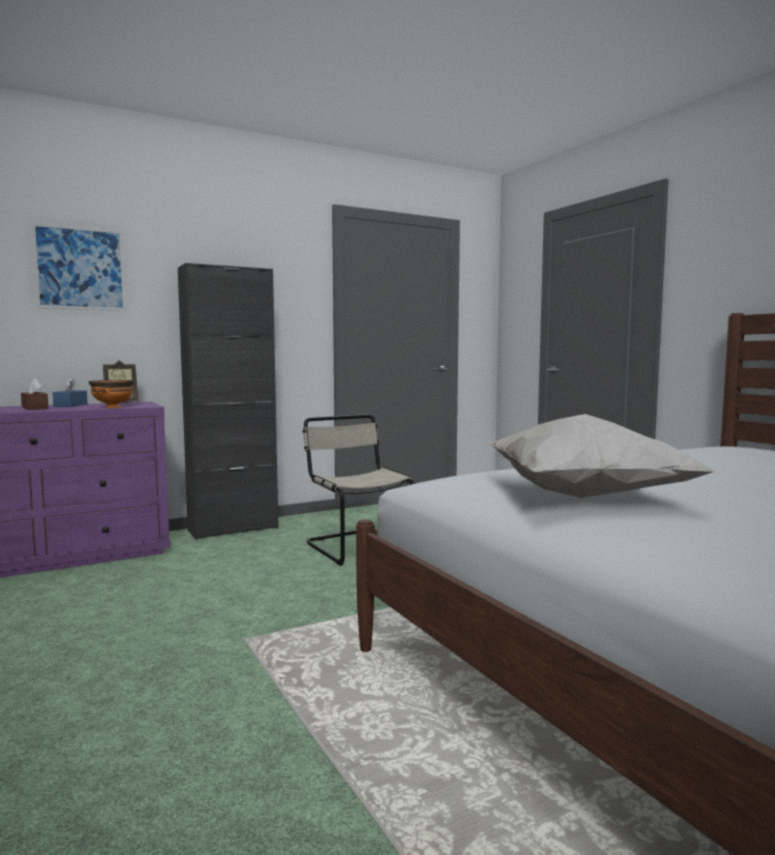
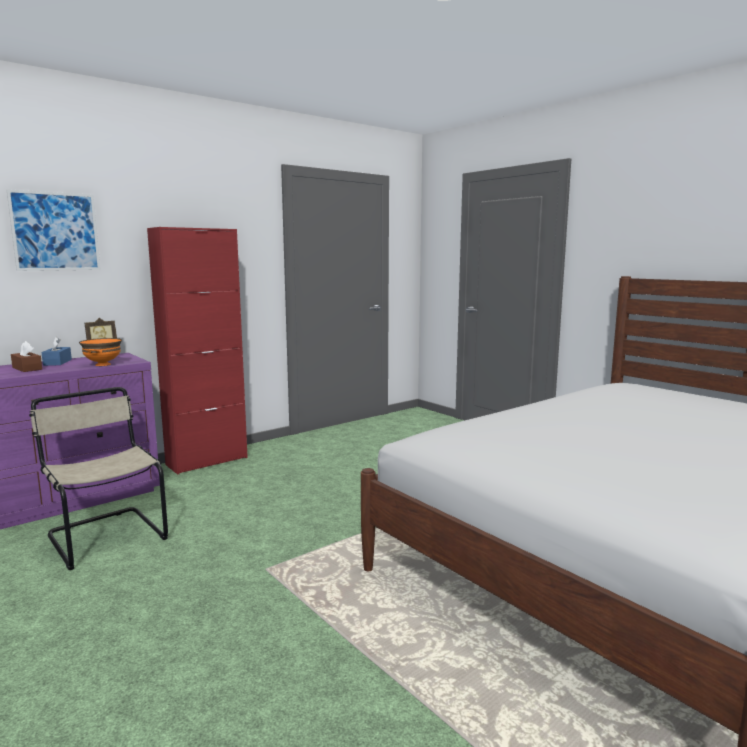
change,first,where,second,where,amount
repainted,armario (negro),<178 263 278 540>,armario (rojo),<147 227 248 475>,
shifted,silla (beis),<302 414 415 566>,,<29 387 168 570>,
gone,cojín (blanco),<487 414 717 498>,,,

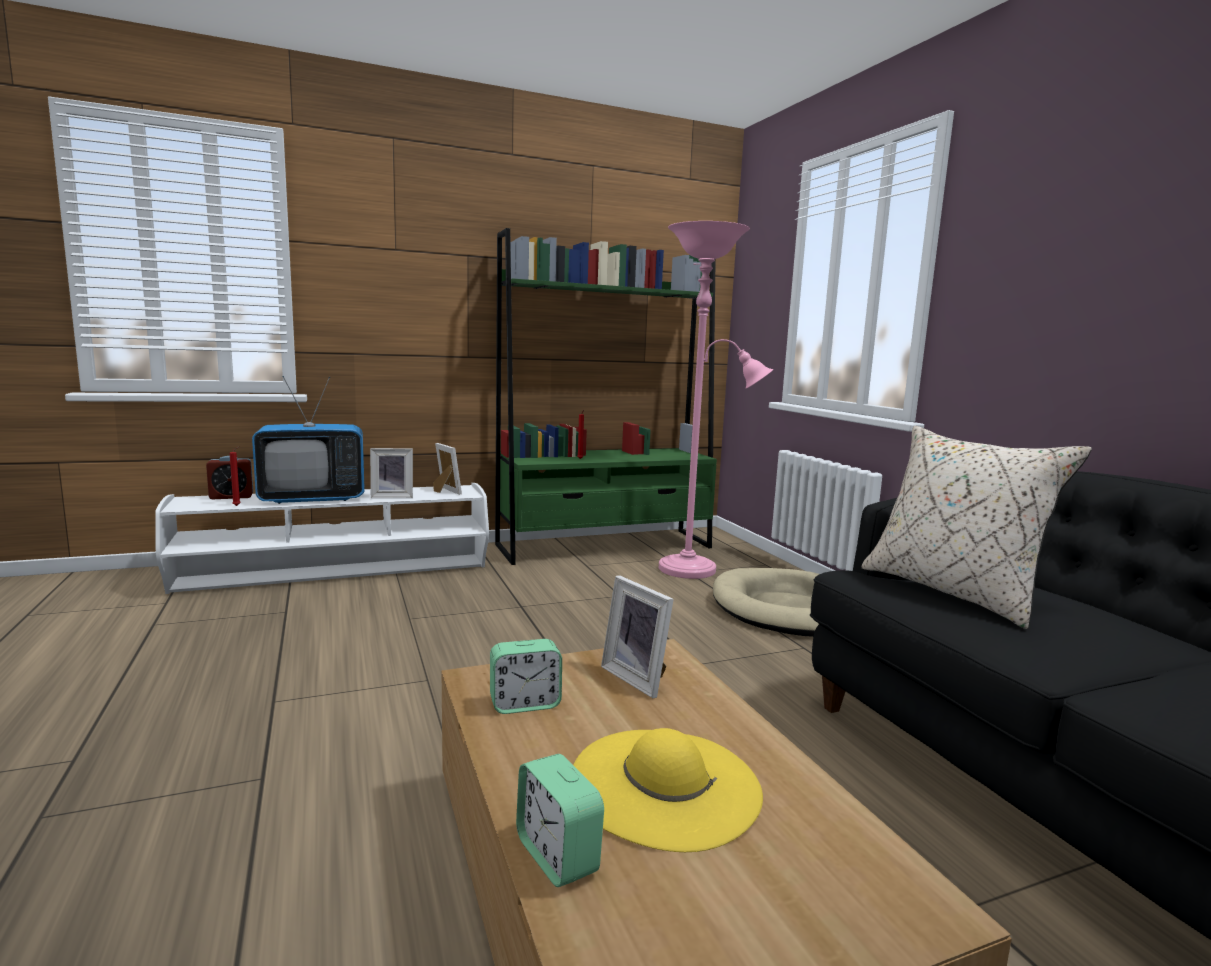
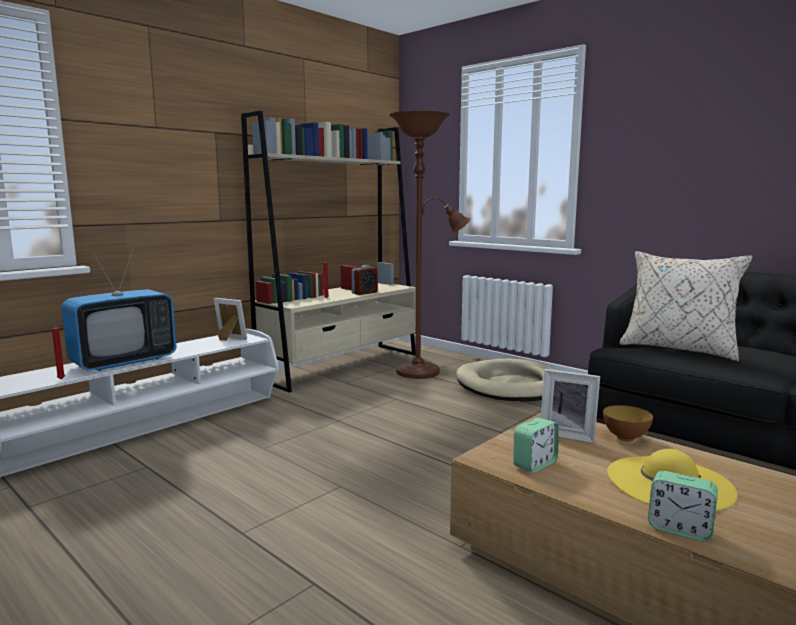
change,first,where,second,where,amount
shifted,despertador,<206 456 253 499>,,<352 265 378 295>,
gone,portarretratos,<370 448 413 498>,,,
repainted,estantería (verde),<495 228 717 565>,estantería (beis),<241 110 416 393>,
repainted,lámpara de pie (rosa),<659 221 773 579>,lámpara de pie (marrón),<389 110 470 379>,
new,,,cuenco,<603 405 653 442>,

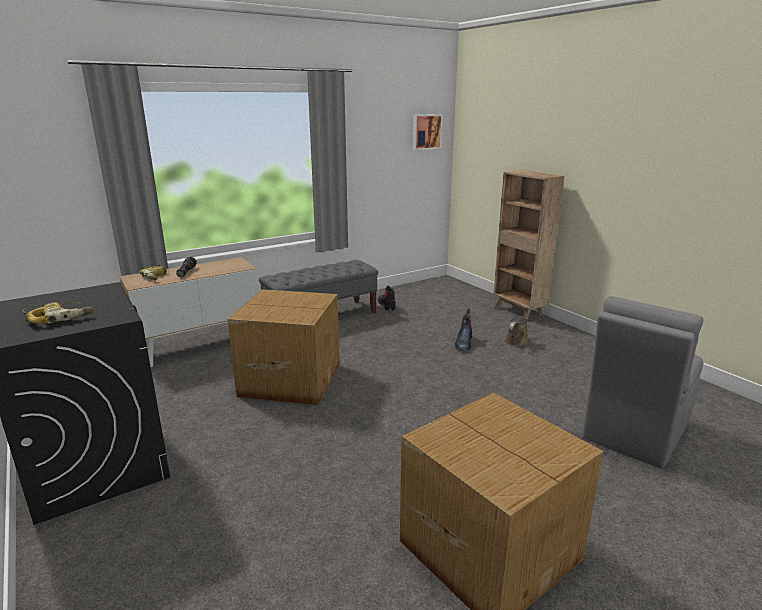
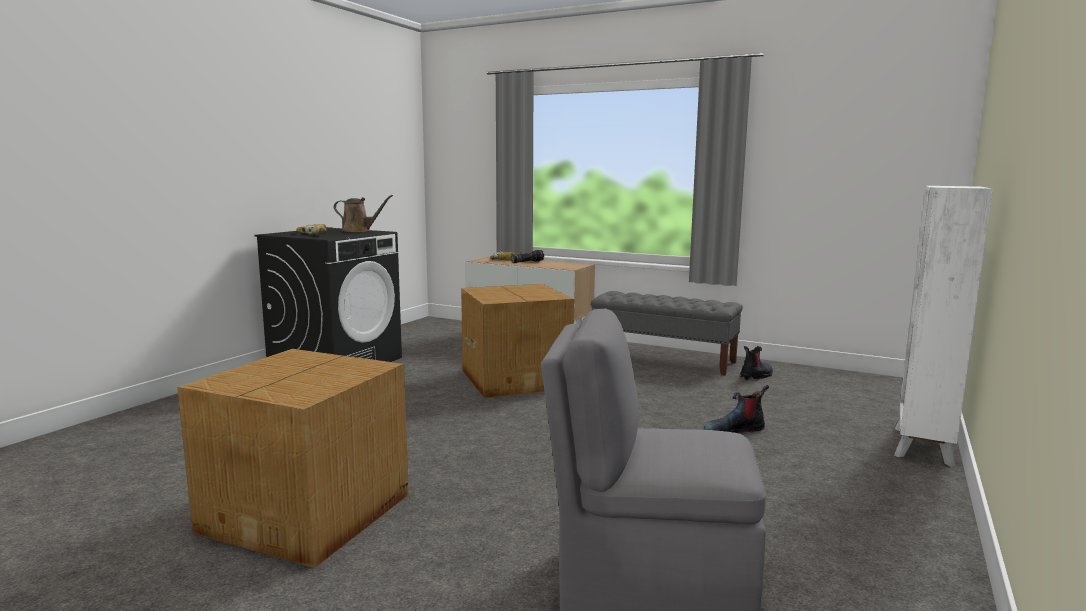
change,first,where,second,where,amount
gone,cuadro,<413 114 443 150>,,,
repainted,estantería (marrón),<493 170 564 318>,estantería (blanco),<894 186 993 467>,
shifted,regadera (marrón),<504 304 534 347>,,<333 195 393 232>,

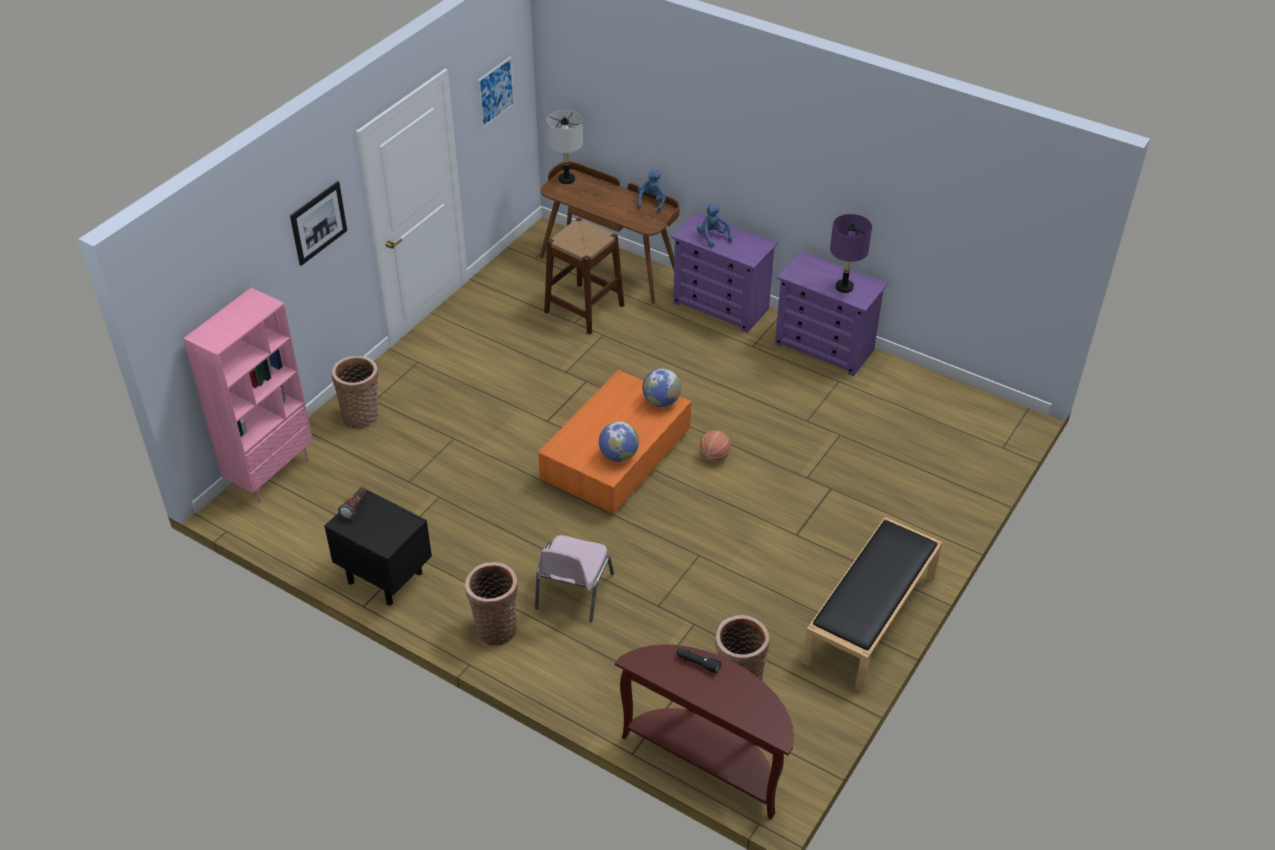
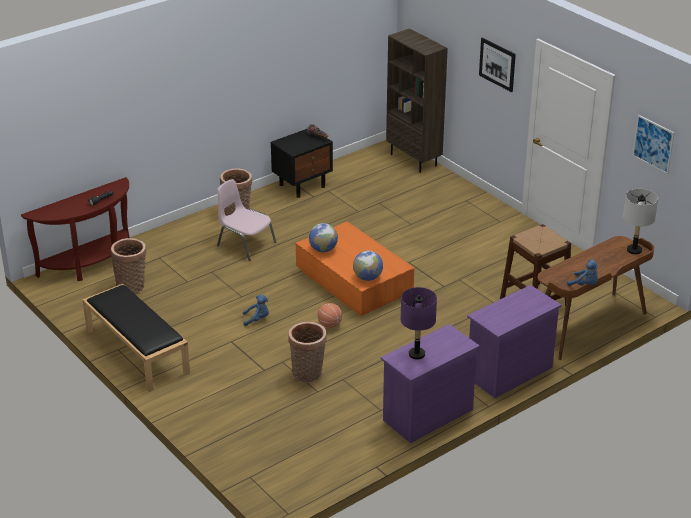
change,first,where,second,where,amount
repainted,estantería (rosa),<183 288 313 503>,estantería (marrón),<386 28 448 173>,
shifted,cesta,<332 356 378 429>,,<288 322 327 383>,
shifted,peluche (azul),<697 204 732 247>,,<243 295 269 326>,

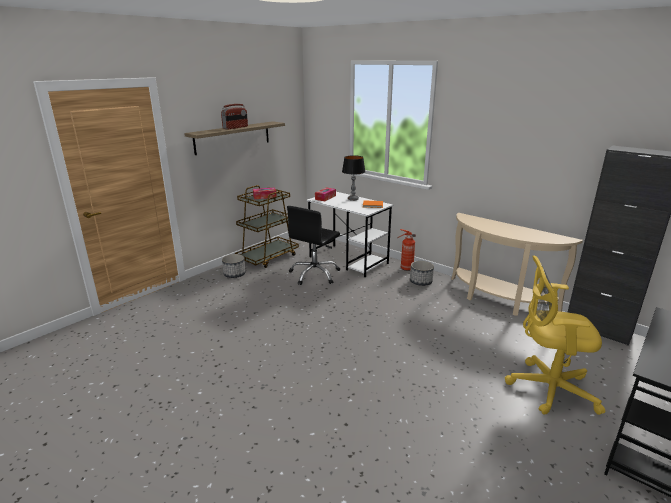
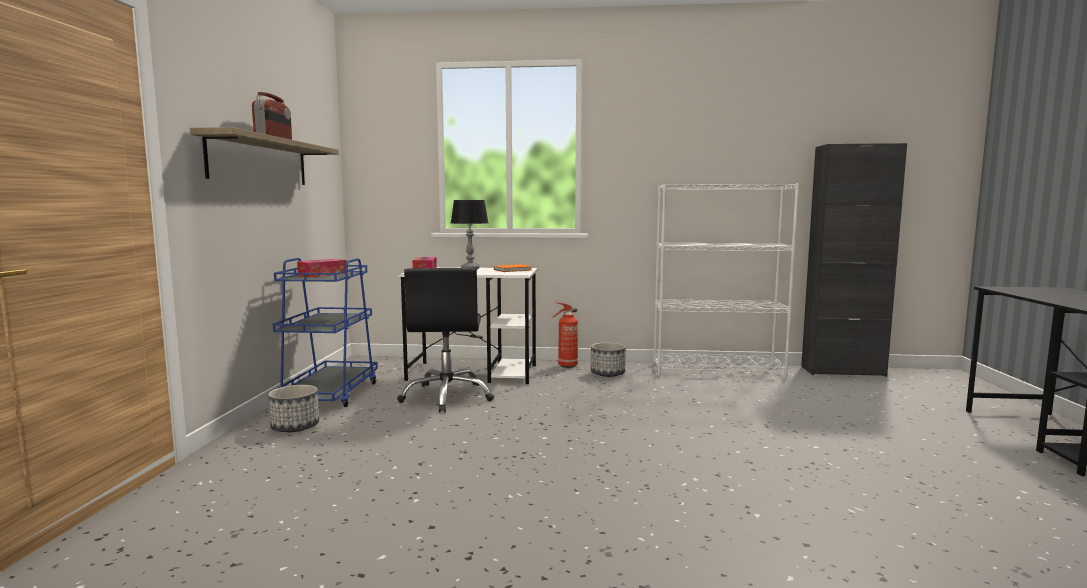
change,first,where,second,where,amount
repainted,carrito (marrón),<235 185 299 268>,carrito (azul),<273 258 378 407>,
swapped,mesa consola (beis),<451 213 583 316>,estantería (blanco),<653 183 799 379>,
gone,silla de oficina (amarillo),<505 255 605 415>,,,

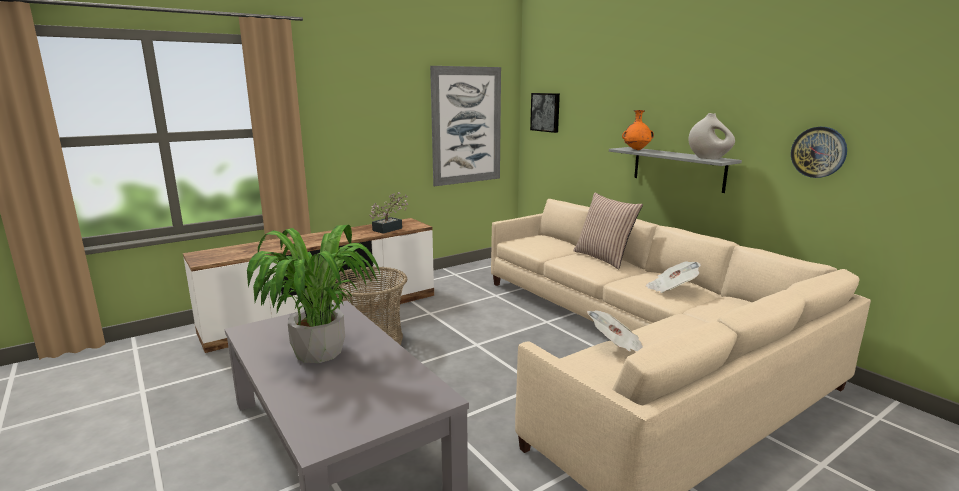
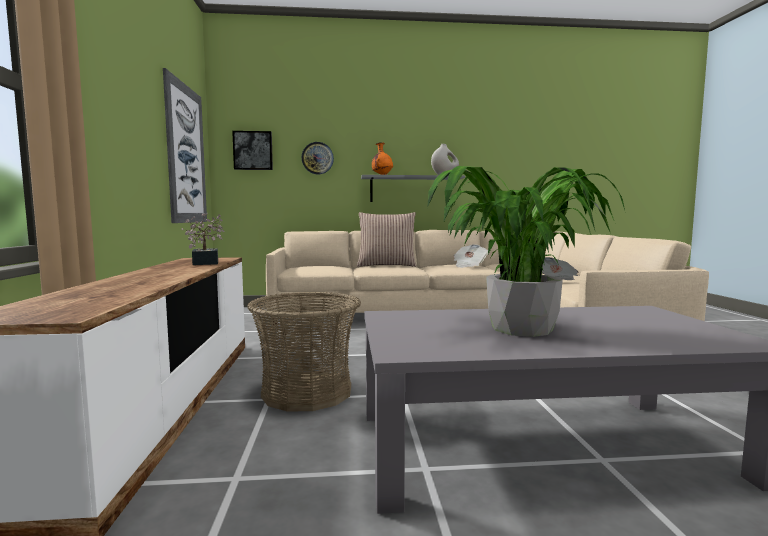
change,first,where,second,where,amount
shifted,reloj de pared,<791 127 847 178>,,<302 142 334 174>,

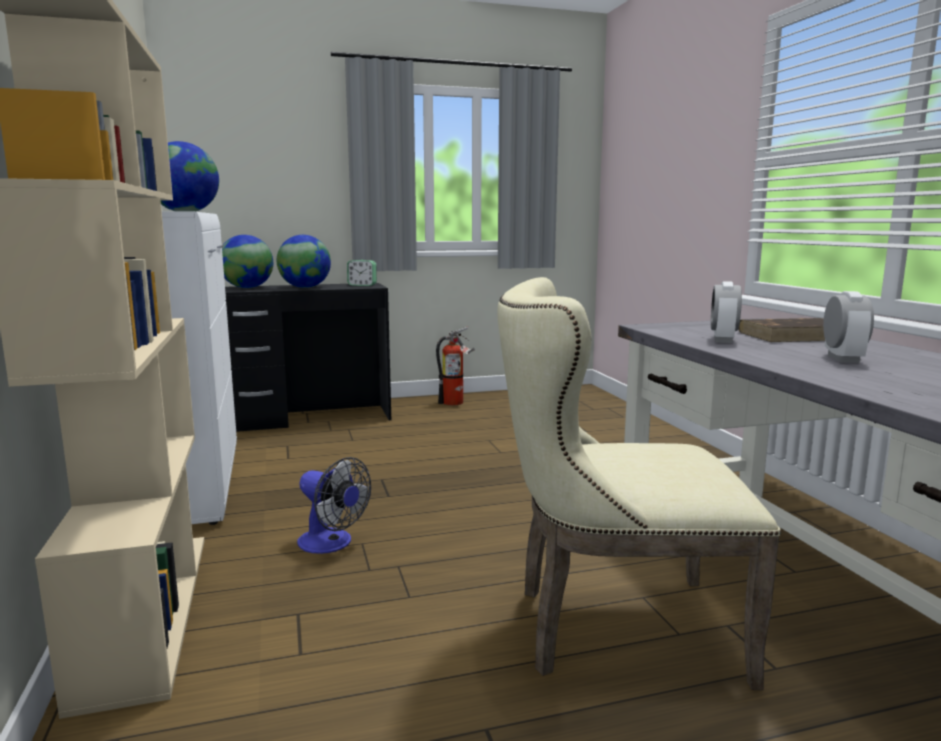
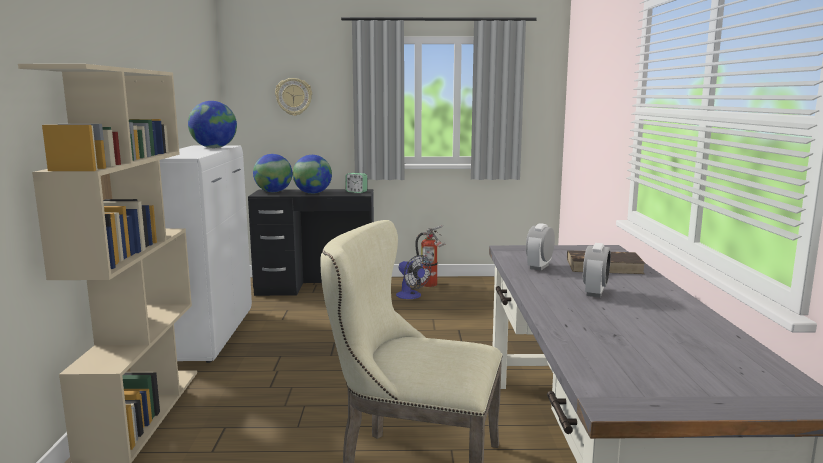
change,first,where,second,where,amount
shifted,ventilador,<297 457 371 554>,,<396 255 431 299>,
new,,,reloj de pared,<275 78 312 116>,

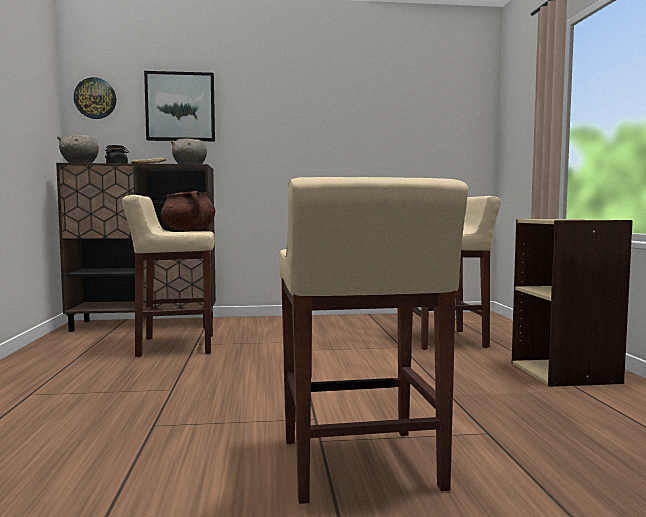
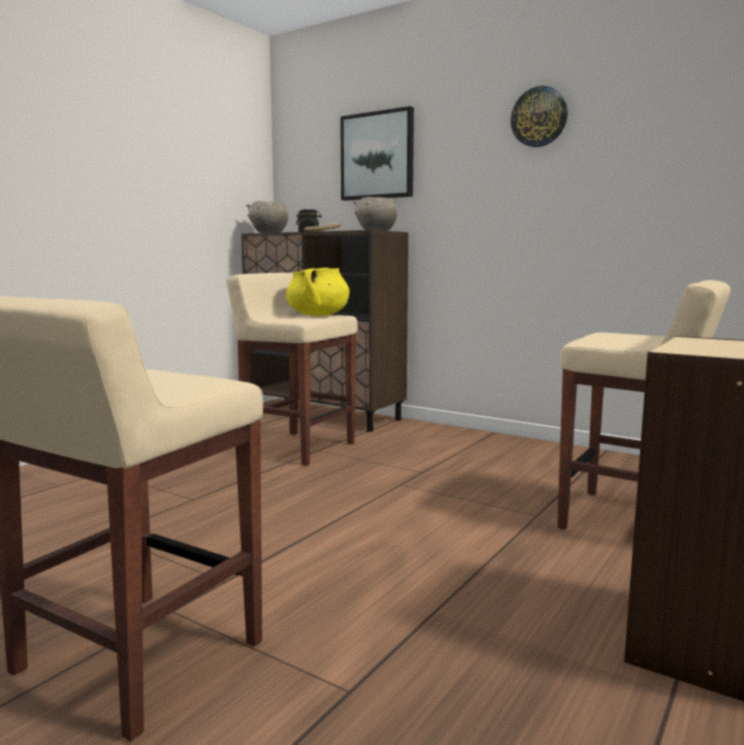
change,first,where,second,where,amount
shifted,reloj de pared,<74 77 116 119>,,<511 86 568 147>,
repainted,olla (marrón),<161 191 215 231>,olla (amarillo),<286 268 350 316>,

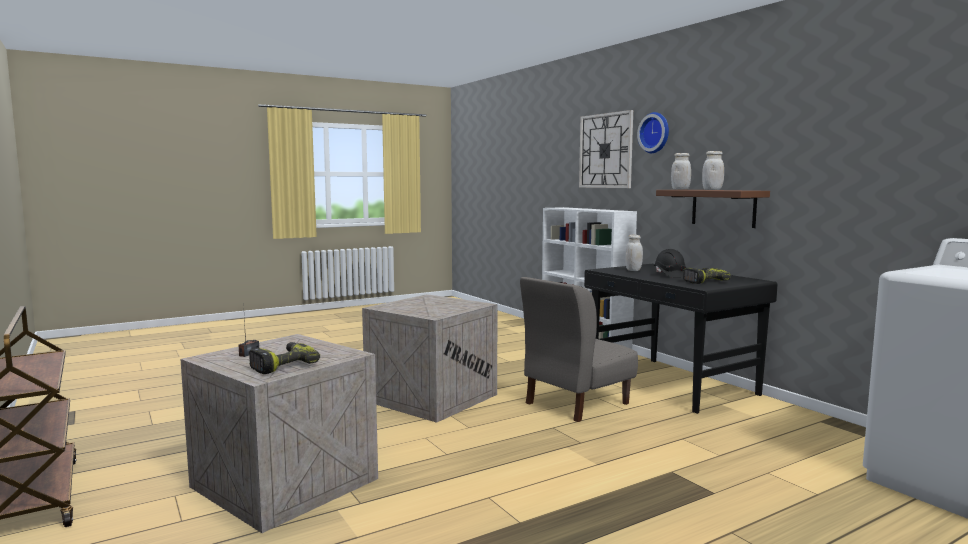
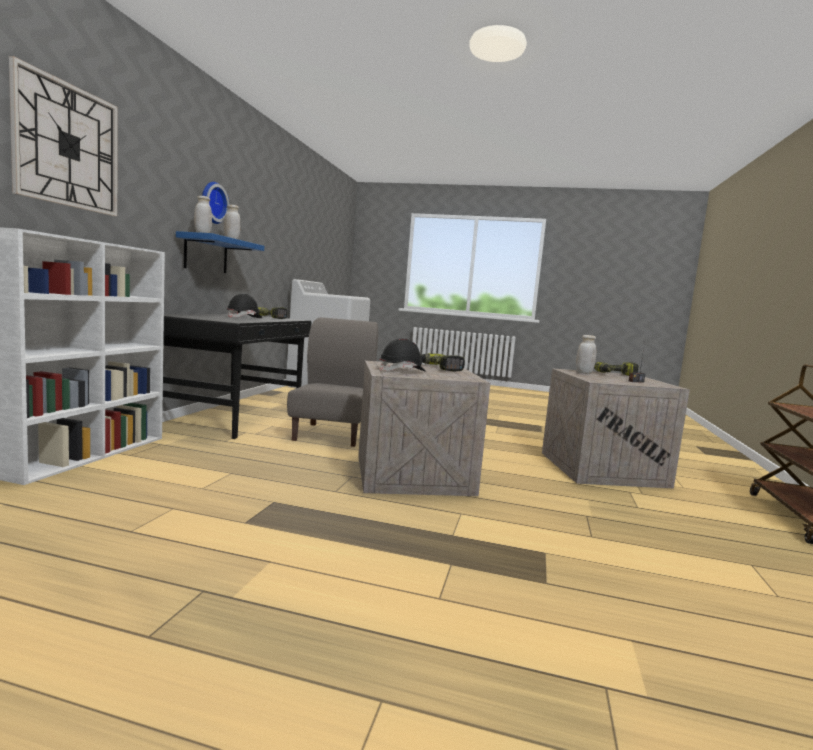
change,first,where,second,where,amount
rotated,silla (gris),<520 277 638 422>,,<287 317 378 447>,90 degrees counterclockwise
shifted,tarro (blanco),<625 235 643 271>,,<576 335 596 374>,
shifted,reloj de pared,<637 112 669 153>,,<202 182 229 224>,
repainted,estante (marrón),<656 190 770 228>,estante (azul),<176 231 264 273>,
new,,,casco (negro),<380 338 427 372>,
new,,,taladro,<420 353 465 372>,

